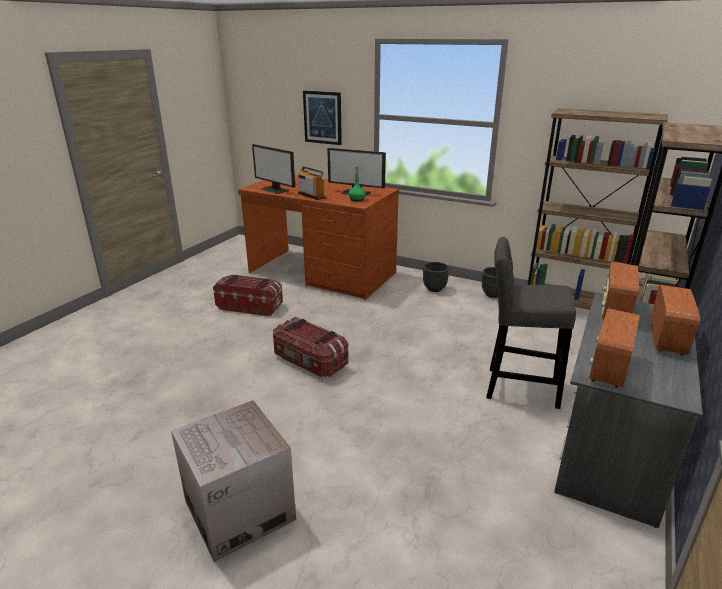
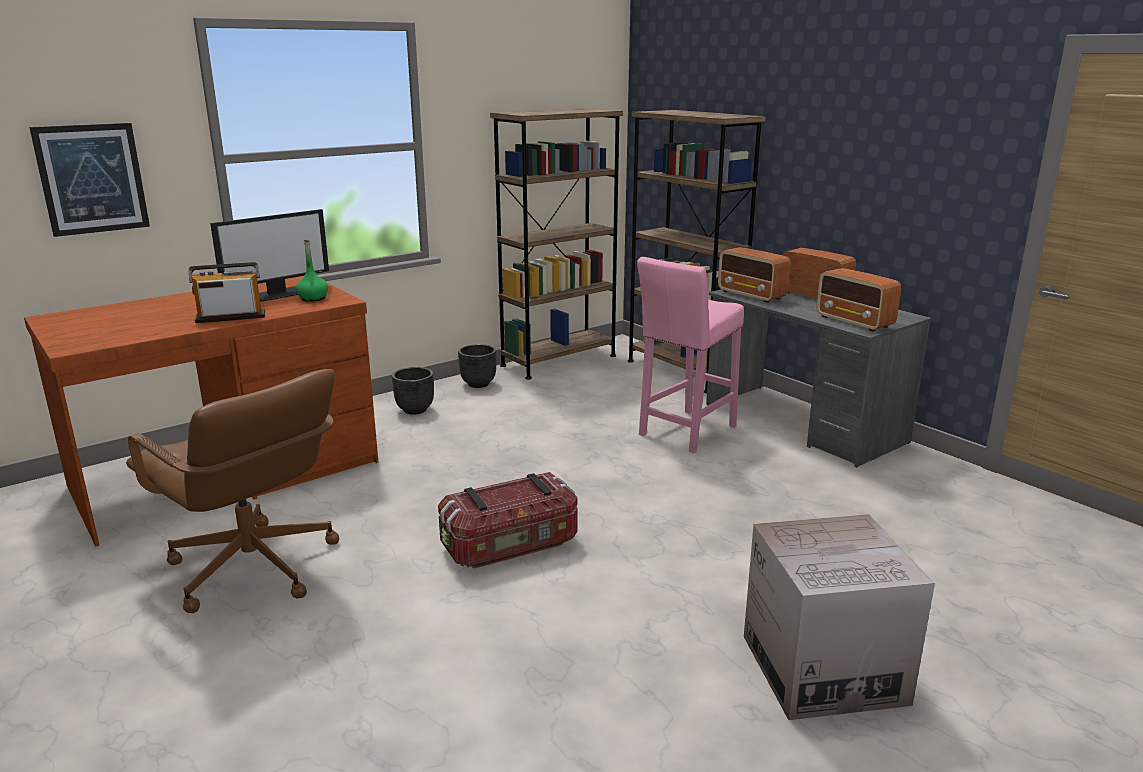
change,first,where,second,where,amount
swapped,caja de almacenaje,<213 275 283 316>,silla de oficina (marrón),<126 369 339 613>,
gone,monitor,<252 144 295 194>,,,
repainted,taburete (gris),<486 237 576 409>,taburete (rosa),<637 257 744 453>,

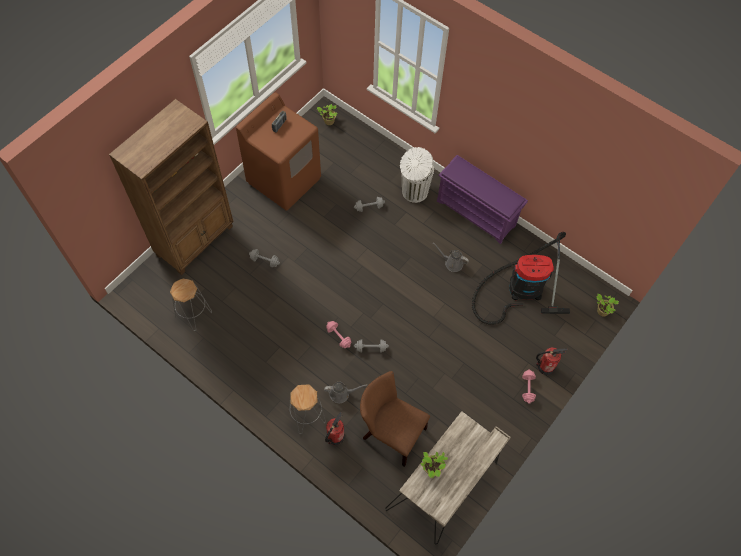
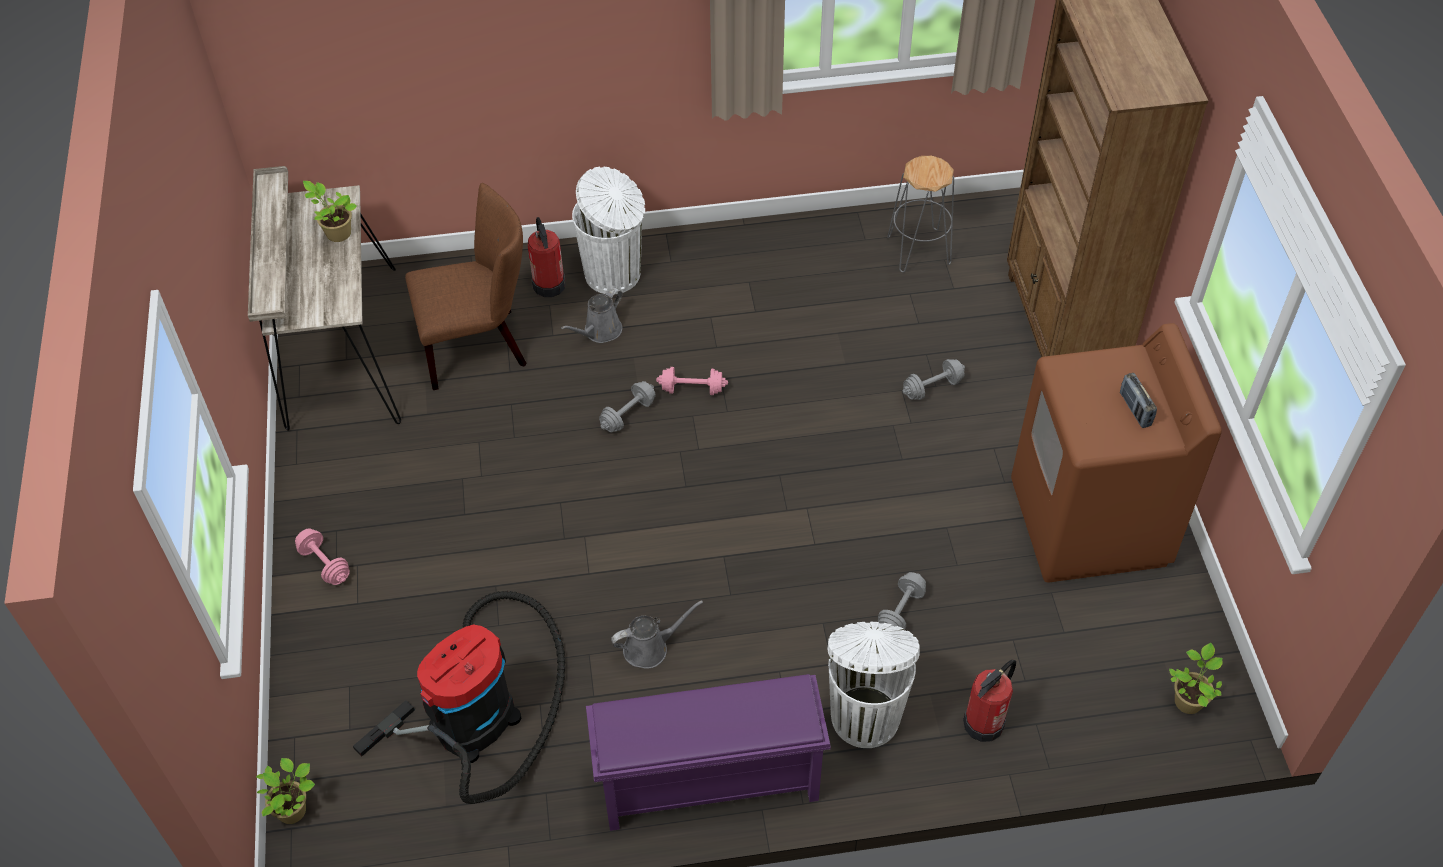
change,first,where,second,where,amount
swapped,taburete (gris),<289 385 326 434>,papelera (blanco),<572 166 645 294>,
shifted,extintor,<536 347 567 375>,,<963 660 1016 742>,

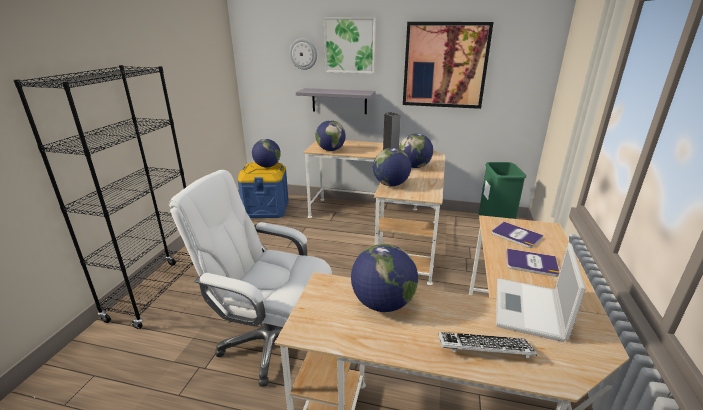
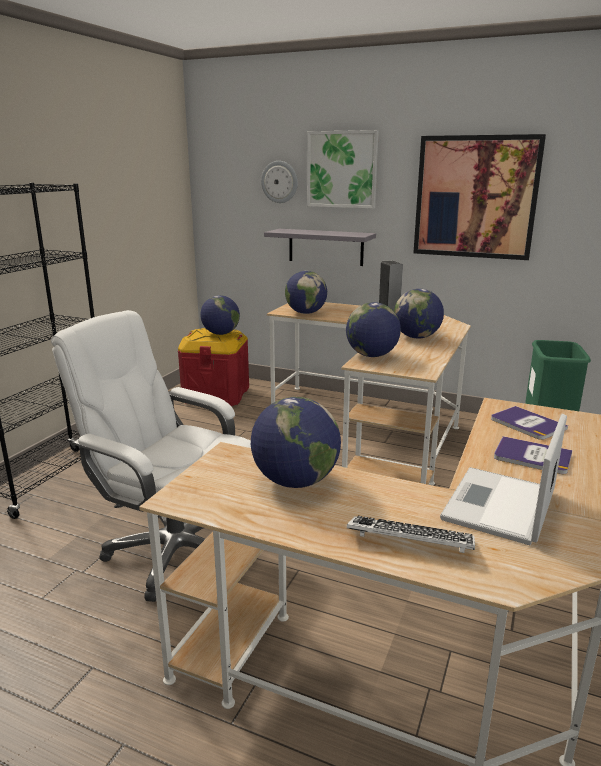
change,first,where,second,where,amount
repainted,caja de almacenaje (azul),<238 162 289 218>,caja de almacenaje (rojo),<178 328 249 406>,

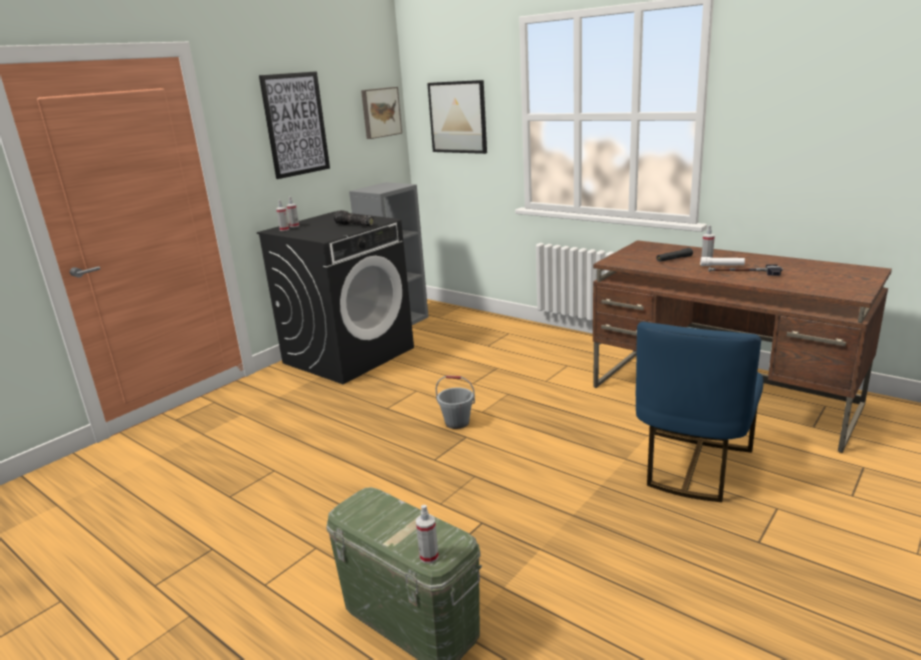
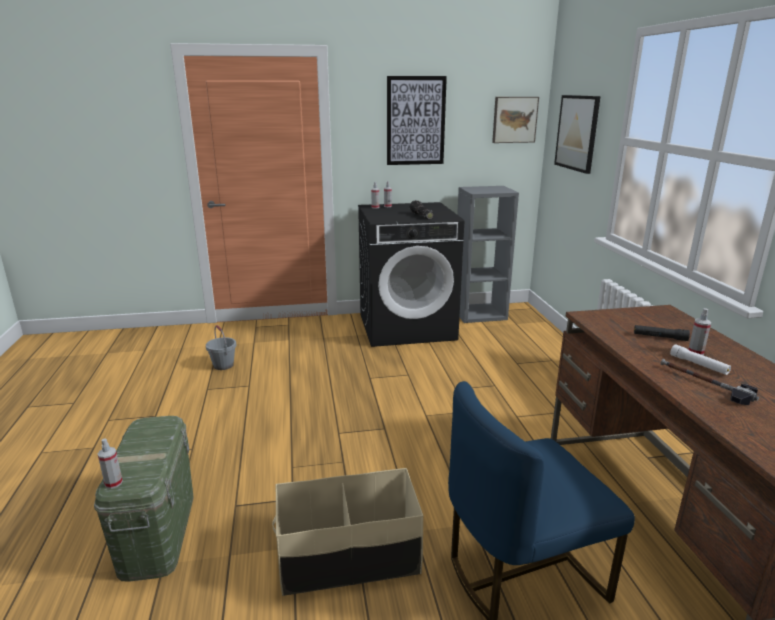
change,first,where,second,where,amount
shifted,cubo (gris),<436 375 475 429>,,<206 325 236 370>,
new,,,caja de almacenaje (beis),<272 468 423 596>,

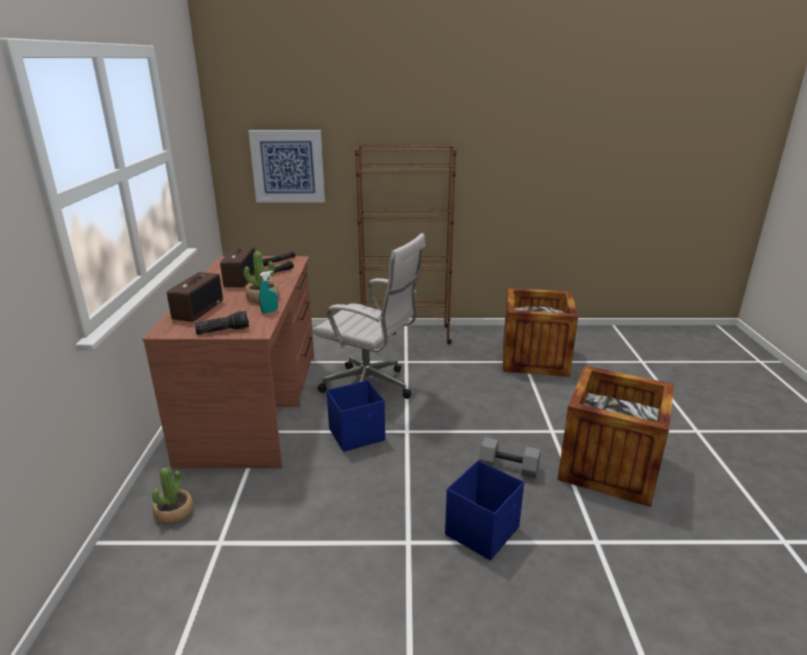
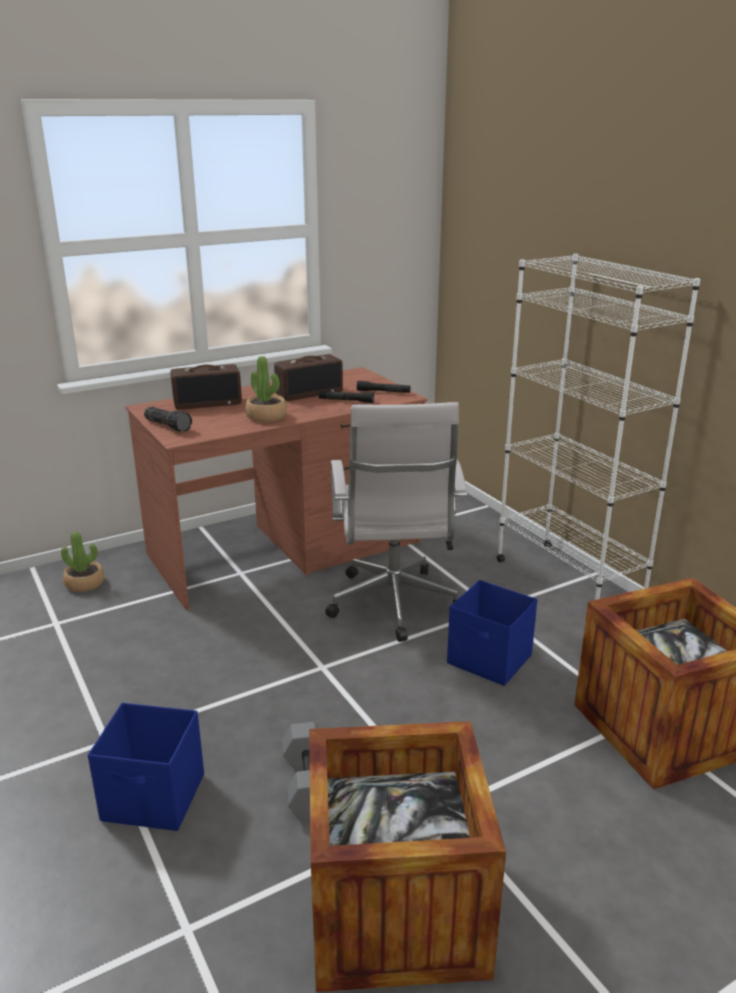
change,first,where,second,where,amount
gone,cuadro,<248 130 325 202>,,,
gone,pulverizador (turquesa),<259 271 278 314>,,,
shifted,caja de almacenaje (azul),<327 380 385 452>,,<447 580 537 686>,
repainted,estantería (marrón),<355 143 457 344>,estantería (blanco),<496 254 700 600>,

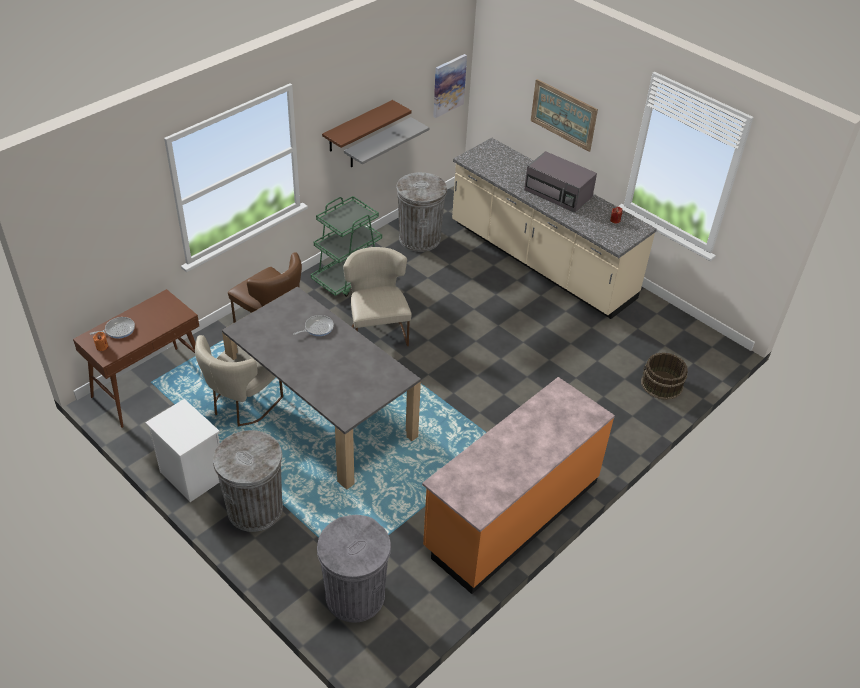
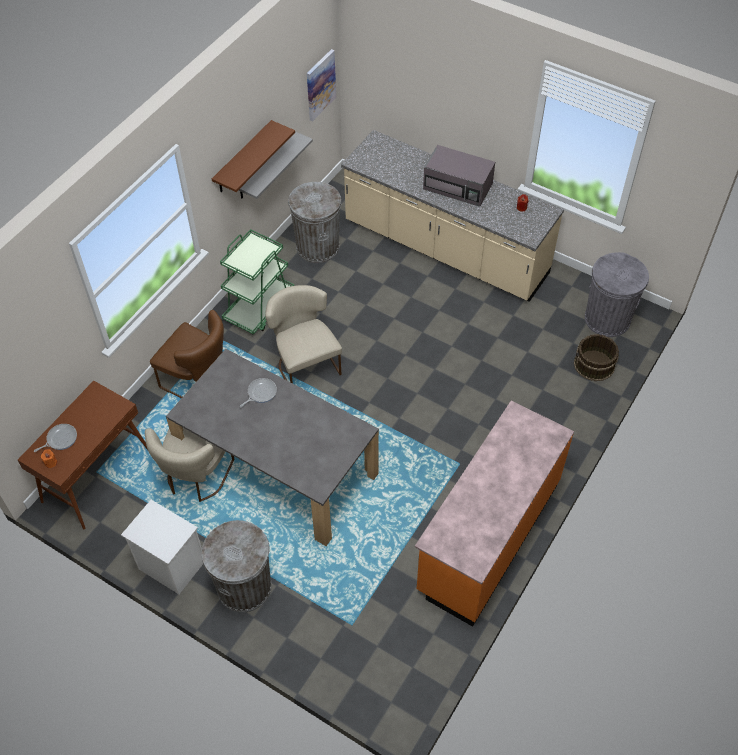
change,first,where,second,where,amount
shifted,papelera (gris),<317 515 391 622>,,<585 252 649 337>,
gone,cuadro,<531 79 598 152>,,,

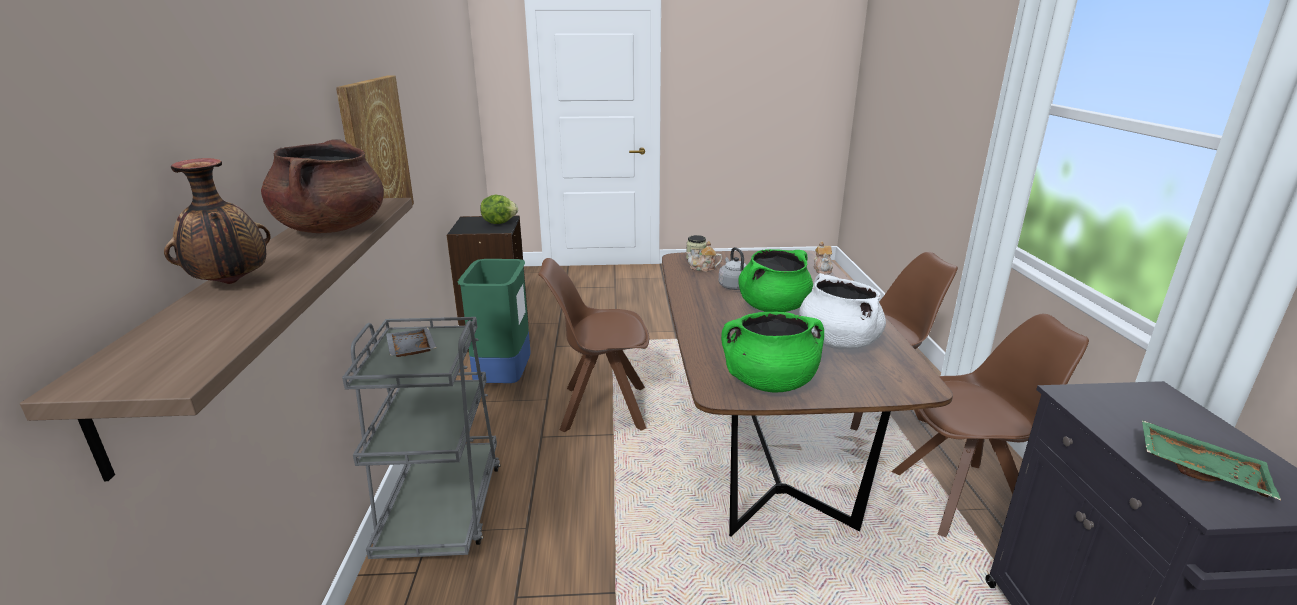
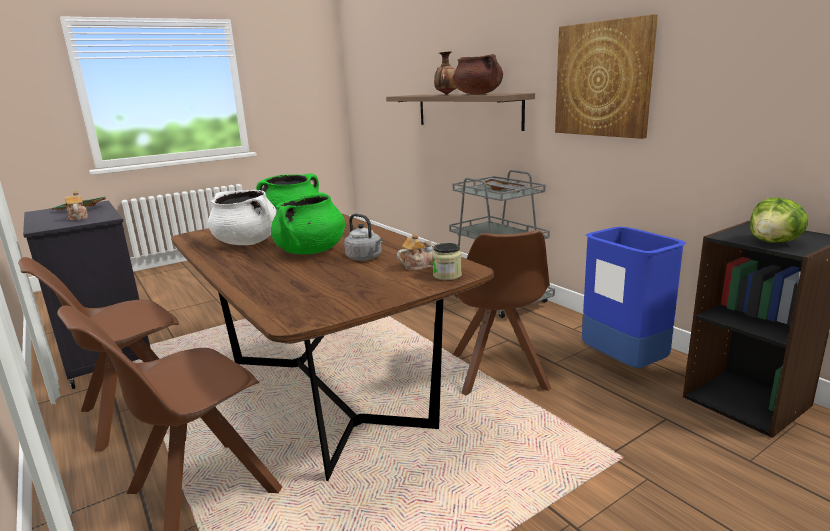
change,first,where,second,where,amount
repainted,papelera (verde),<458 259 531 383>,papelera (azul),<582 227 686 368>,
rotated,silla (marrón),<538 258 649 432>,,<453 230 551 396>,120 degrees clockwise
shifted,tetera,<814 241 833 275>,,<65 191 88 220>,

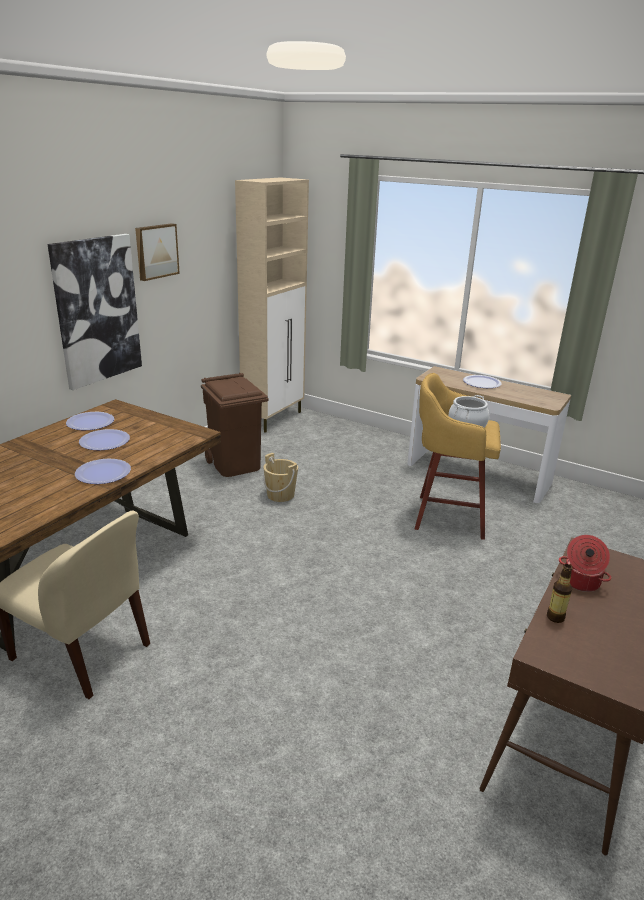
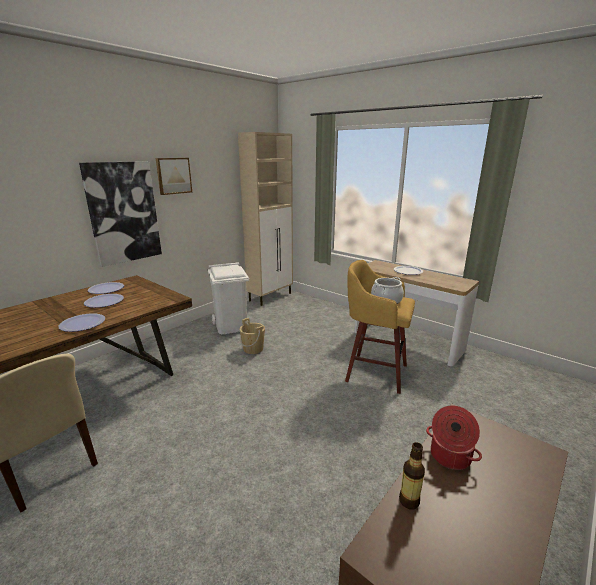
change,first,where,second,where,amount
repainted,papelera (marrón),<201 373 269 477>,papelera (blanco),<208 262 249 334>,

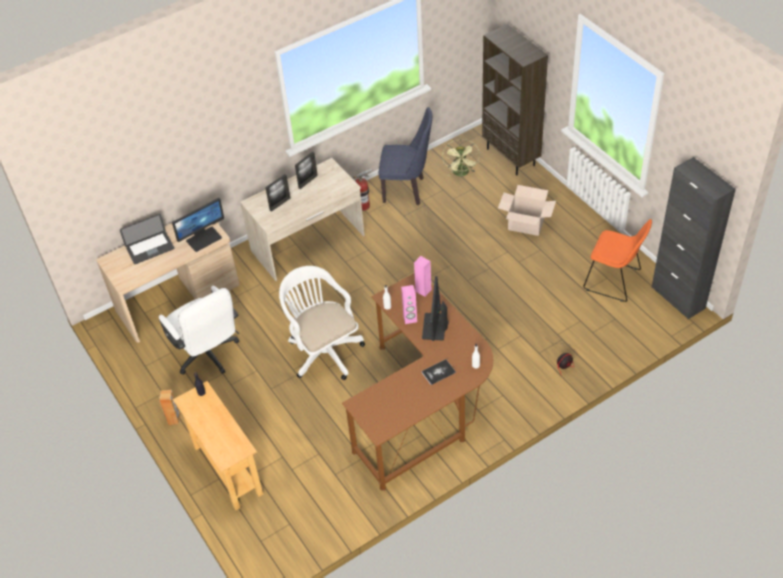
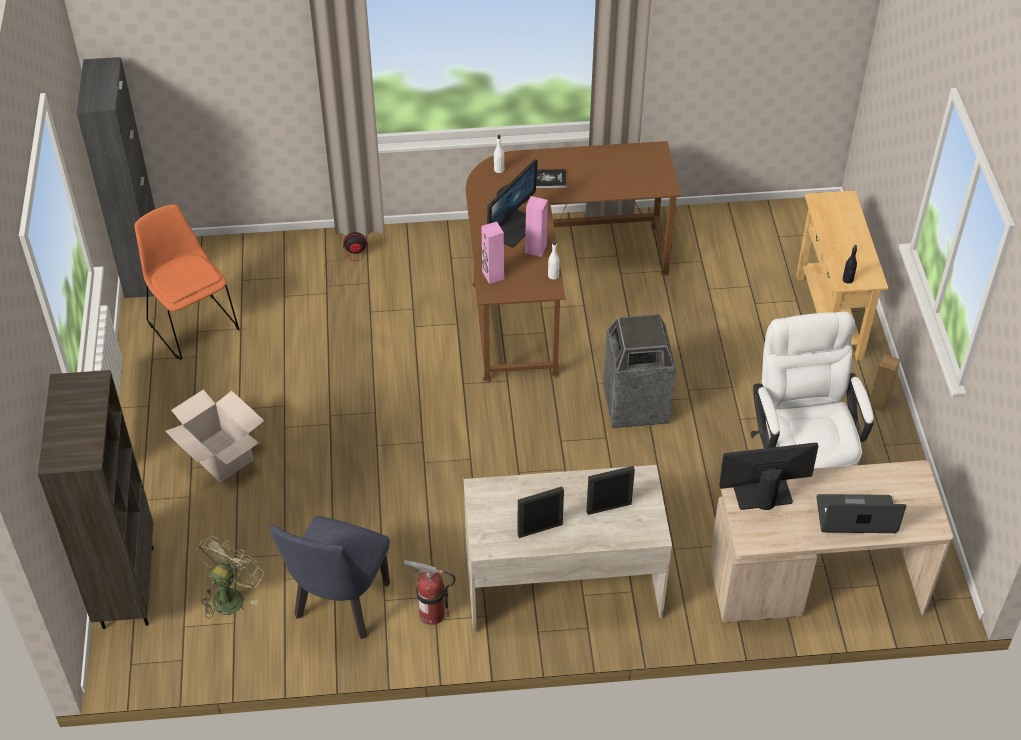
change,first,where,second,where,amount
swapped,silla de oficina (blanco),<279 266 365 380>,papelera,<603 314 676 428>,
rotated,silla (azul),<379 107 432 205>,,<269 516 390 639>,105 degrees counterclockwise

